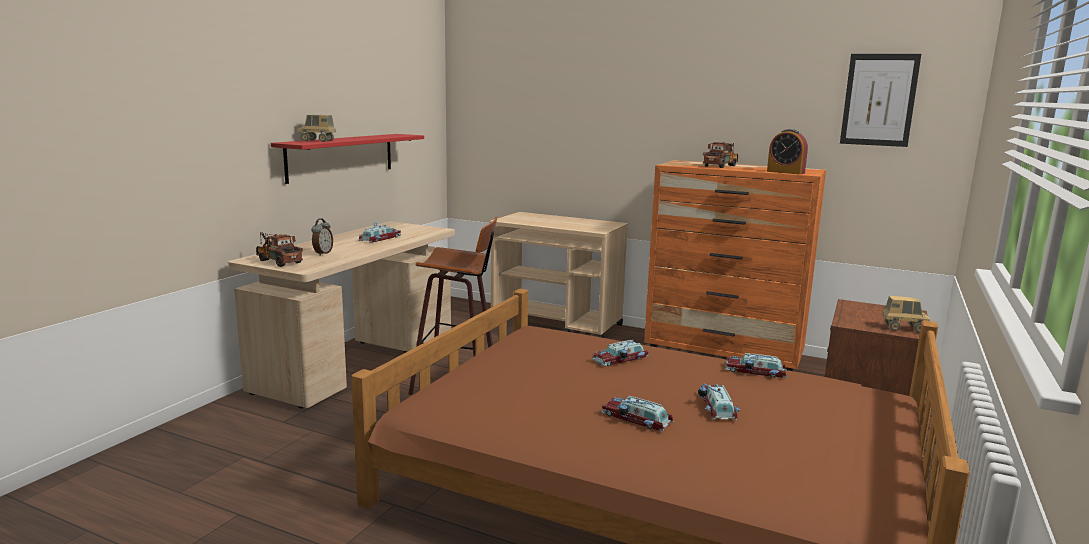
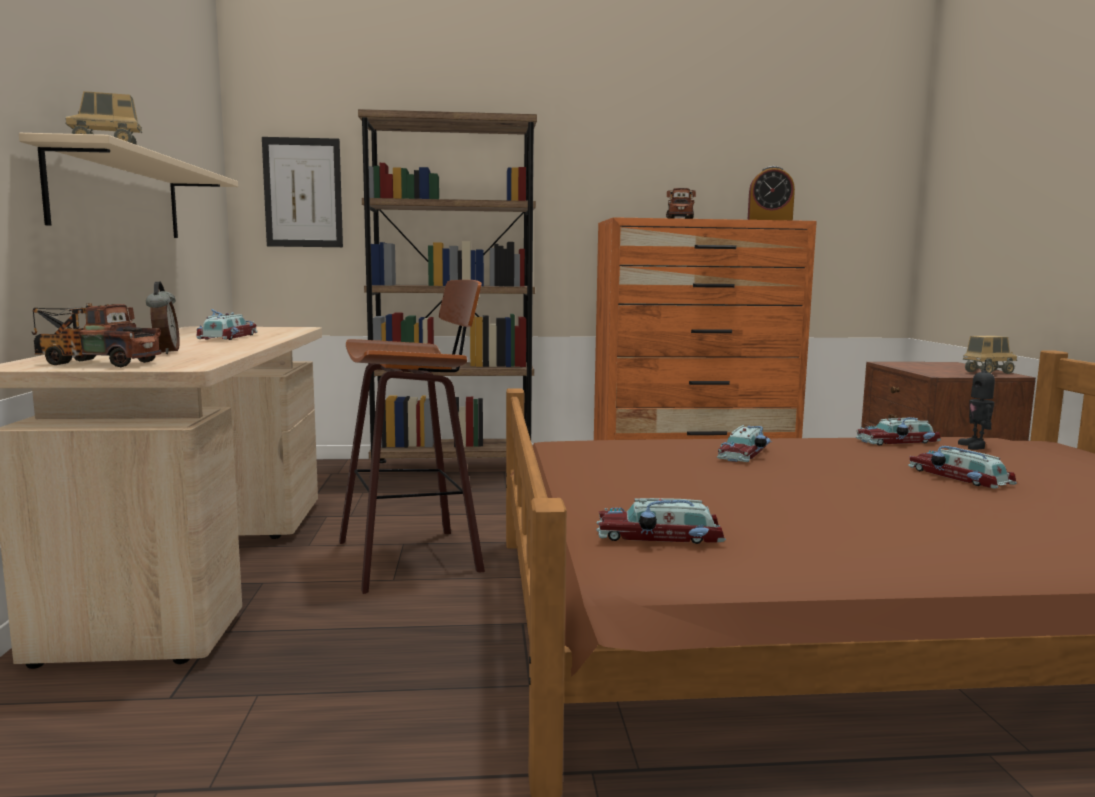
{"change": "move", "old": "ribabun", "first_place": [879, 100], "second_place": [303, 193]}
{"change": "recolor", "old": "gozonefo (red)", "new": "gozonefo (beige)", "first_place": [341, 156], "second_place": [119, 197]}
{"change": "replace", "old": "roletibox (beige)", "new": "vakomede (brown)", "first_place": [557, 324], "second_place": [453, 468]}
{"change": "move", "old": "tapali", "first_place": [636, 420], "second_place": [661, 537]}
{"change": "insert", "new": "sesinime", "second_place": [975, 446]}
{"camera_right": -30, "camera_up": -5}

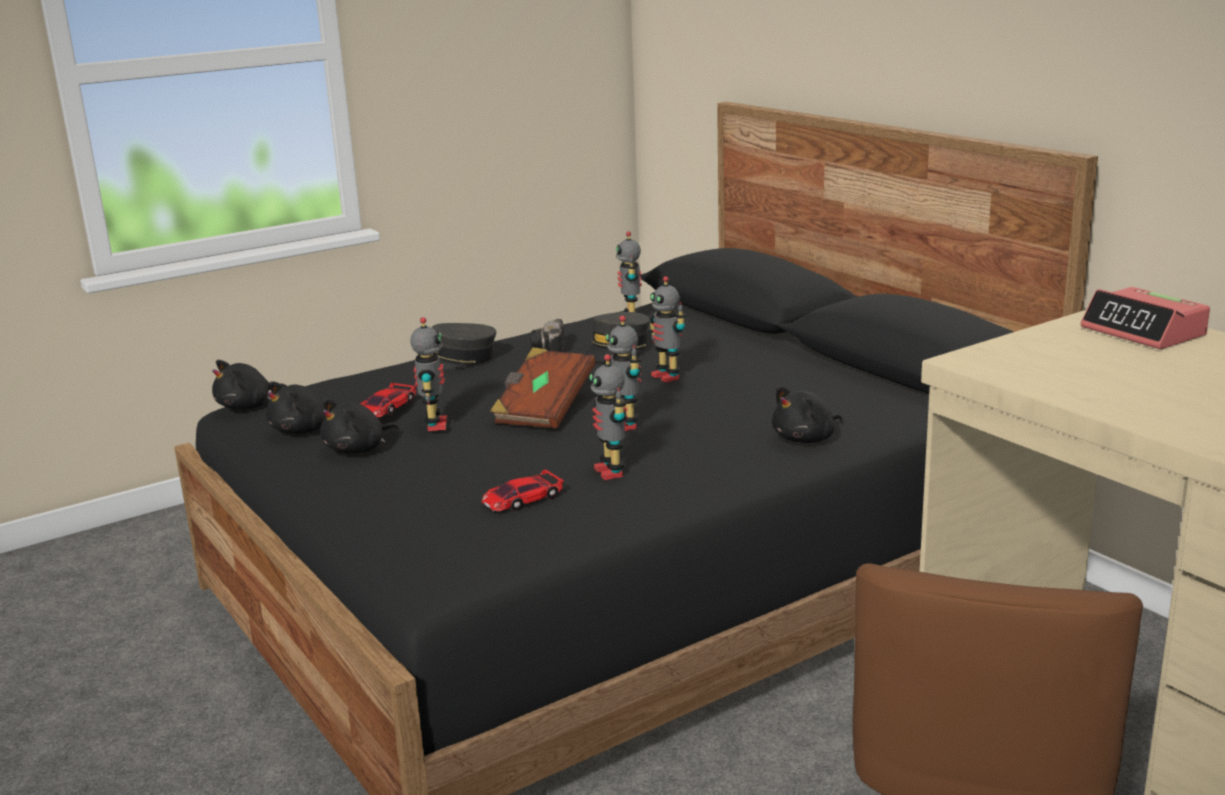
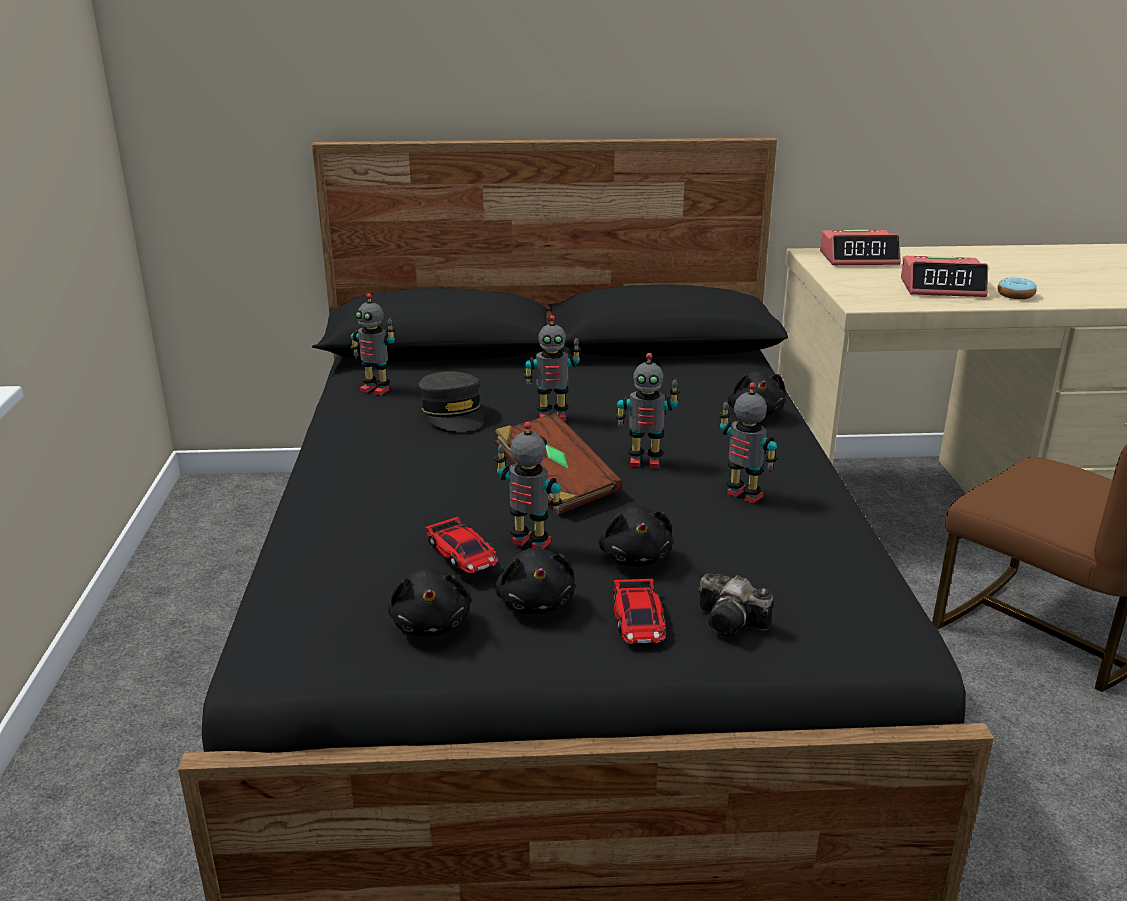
{"change": "move", "old": "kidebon", "first_place": [551, 349], "second_place": [733, 623]}
{"change": "delete", "old": "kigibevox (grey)", "first_place": [458, 360]}
{"change": "rotate", "old": "sesinime", "first_place": [611, 472], "second_place": [743, 496], "degrees": -150}
{"change": "move", "old": "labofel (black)", "first_place": [248, 406], "second_place": [635, 557]}
{"change": "move", "old": "tapali", "first_place": [522, 499], "second_place": [638, 619]}
{"change": "insert", "new": "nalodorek", "second_place": [942, 288]}
{"change": "insert", "new": "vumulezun", "second_place": [1015, 295]}
{"camera_right": -60, "camera_up": 5}

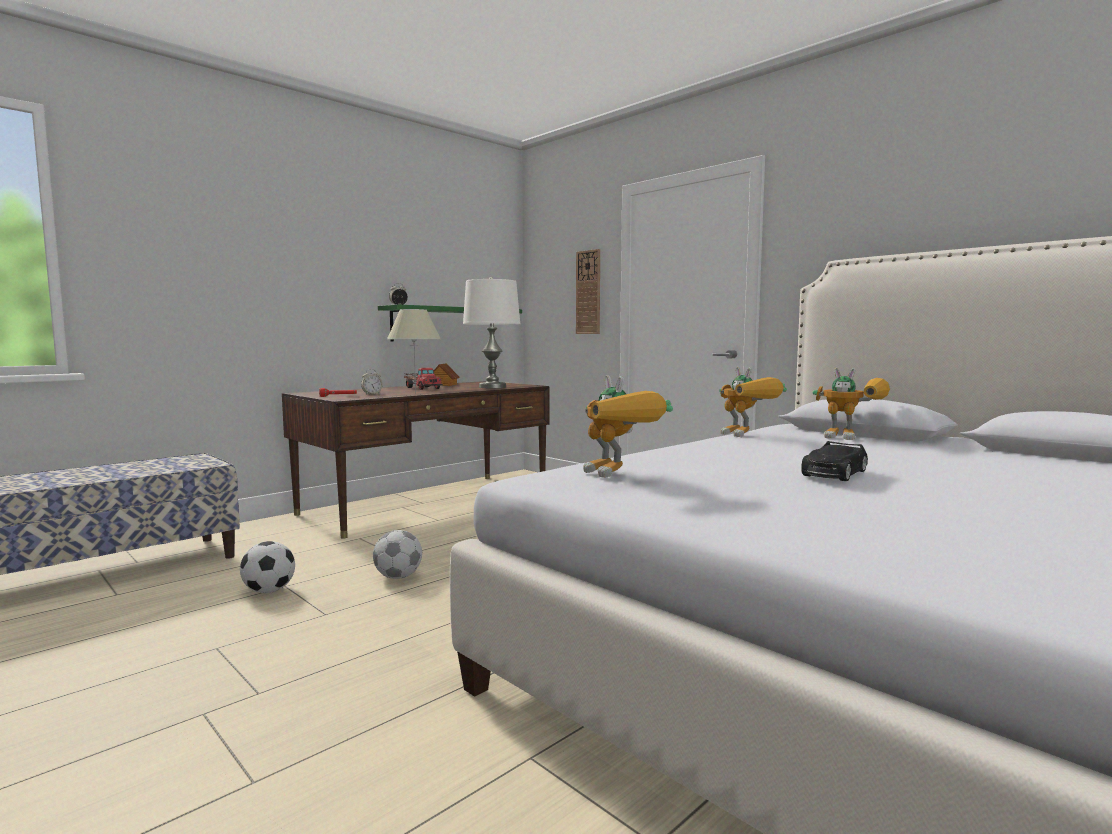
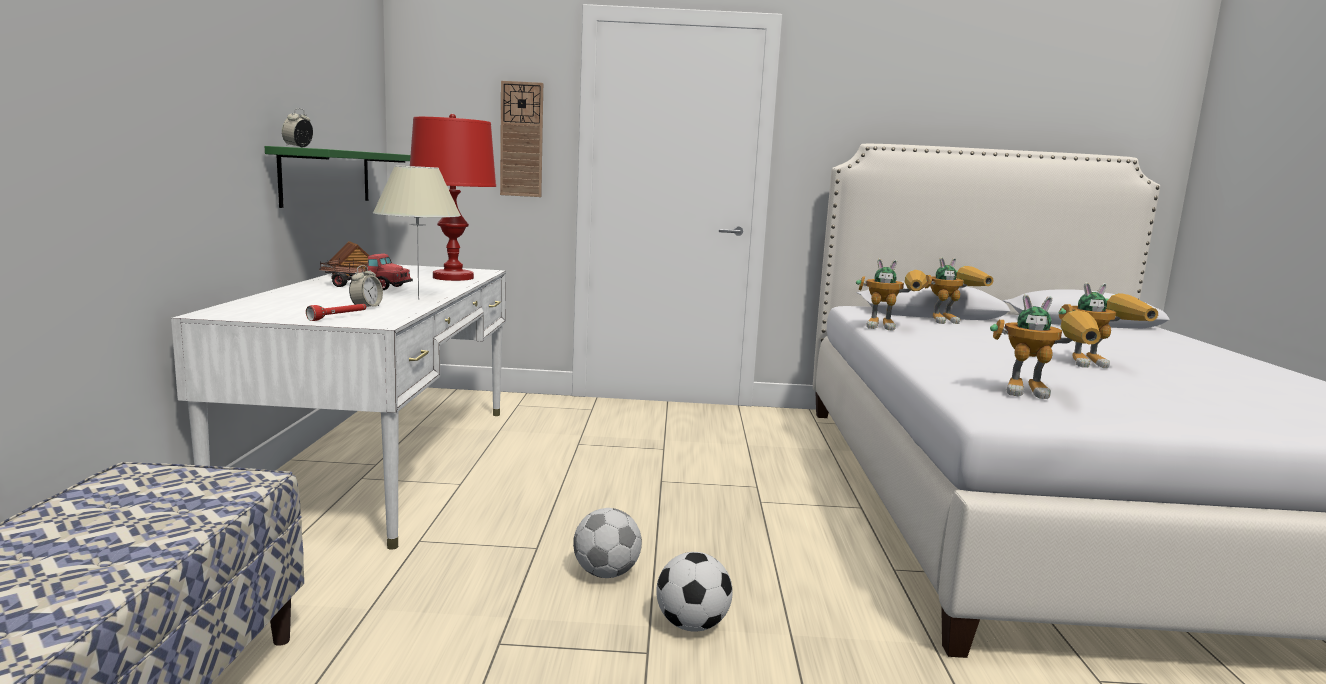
{"change": "recolor", "old": "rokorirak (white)", "new": "rokorirak (red)", "first_place": [492, 387], "second_place": [453, 277]}
{"change": "recolor", "old": "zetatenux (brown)", "new": "zetatenux (white)", "first_place": [427, 503], "second_place": [382, 462]}
{"change": "replace", "old": "tapali (black)", "new": "sesinime", "first_place": [834, 473], "second_place": [1097, 364]}
{"change": "move", "old": "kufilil", "first_place": [269, 591], "second_place": [691, 625]}
{"camera_right": -45, "camera_up": 5}

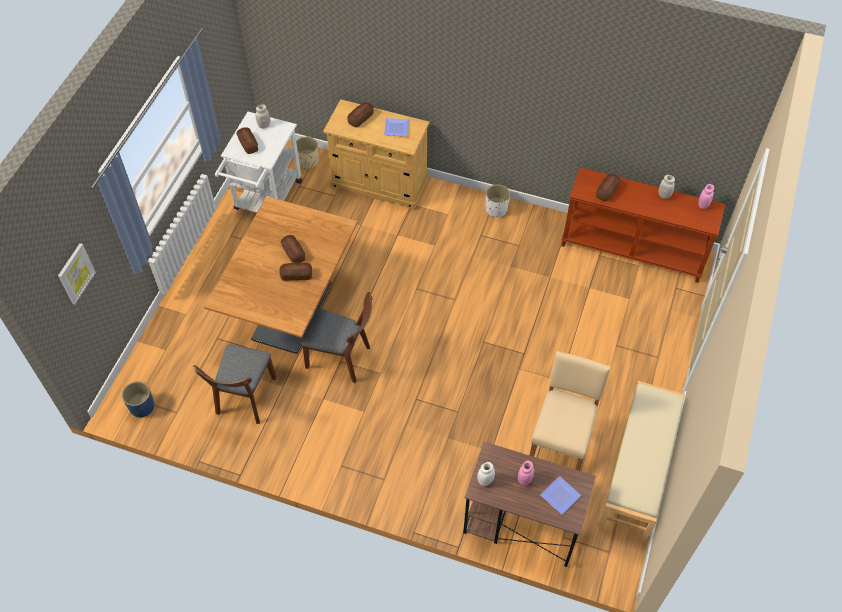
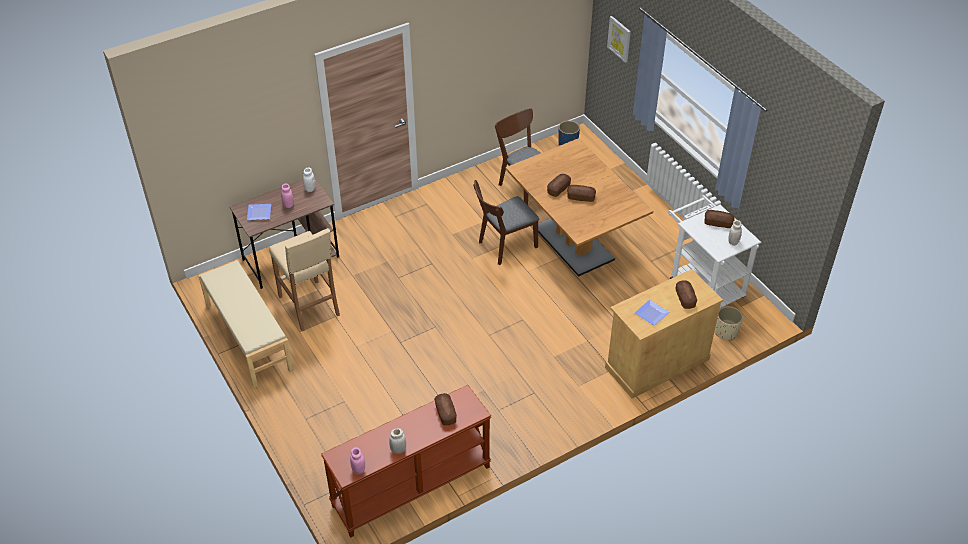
{"change": "delete", "old": "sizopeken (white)", "first_place": [496, 209]}
{"camera_right": 130, "camera_up": -10}

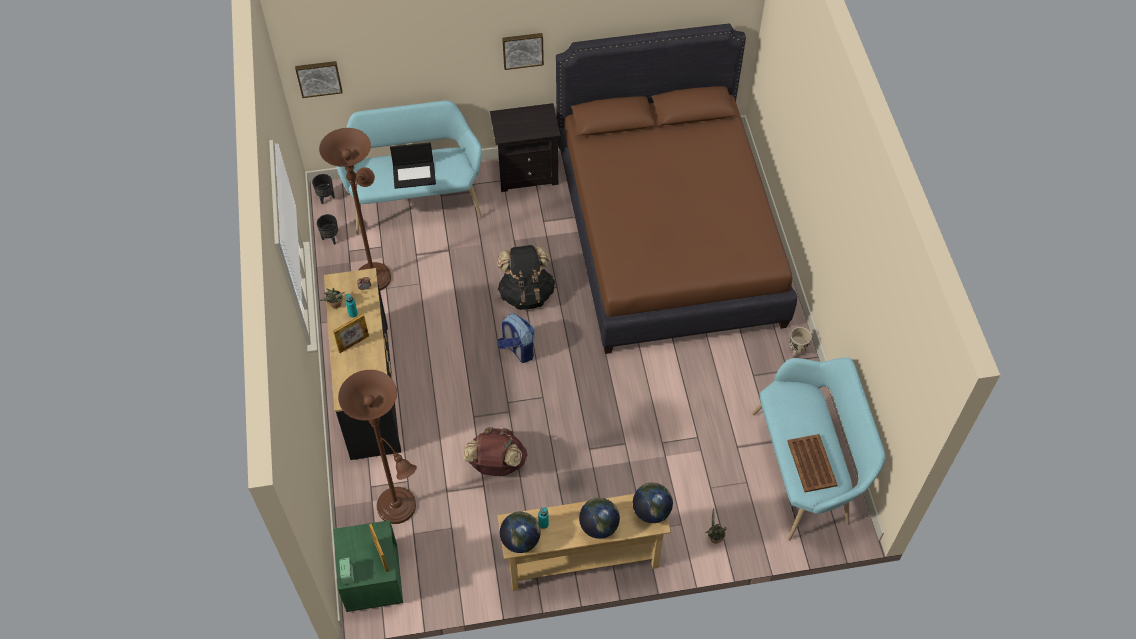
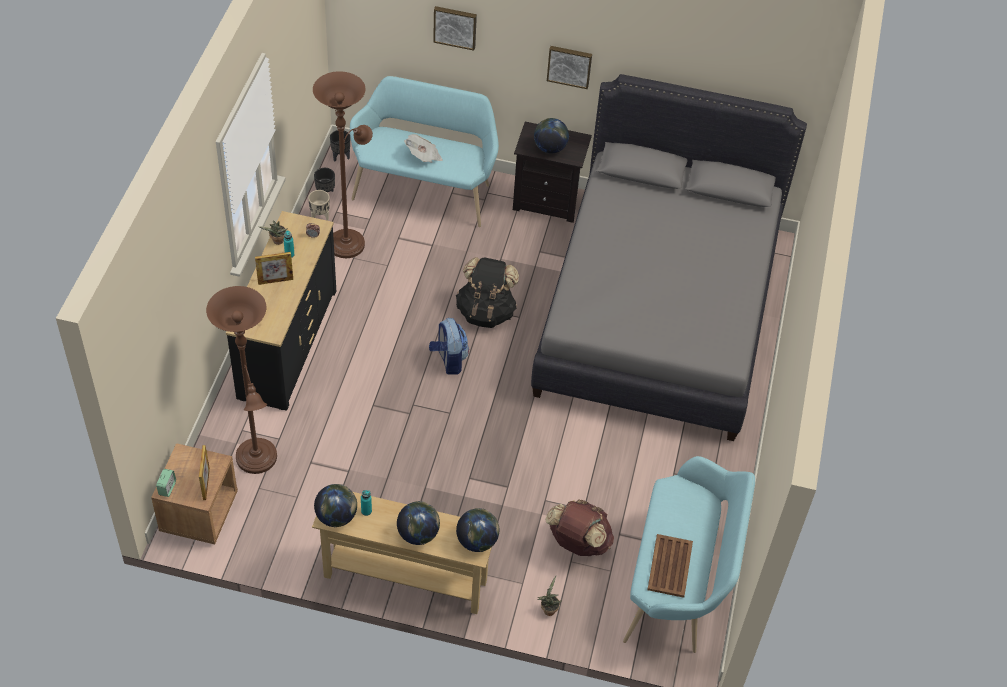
{"change": "recolor", "old": "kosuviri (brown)", "new": "kosuviri (grey)", "first_place": [667, 237], "second_place": [657, 311]}
{"change": "move", "old": "ribabun", "first_place": [319, 78], "second_place": [455, 26]}
{"change": "replace", "old": "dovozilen", "new": "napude", "first_place": [414, 174], "second_place": [423, 156]}
{"change": "move", "old": "sizopeken (beige)", "first_place": [796, 350], "second_place": [320, 216]}
{"change": "move", "old": "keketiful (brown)", "first_place": [496, 464], "second_place": [578, 543]}
{"change": "recolor", "old": "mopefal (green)", "new": "mopefal (brown)", "first_place": [372, 579], "second_place": [199, 512]}
{"change": "insert", "new": "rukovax", "second_place": [550, 148]}
{"camera_right": 20, "camera_up": -5}

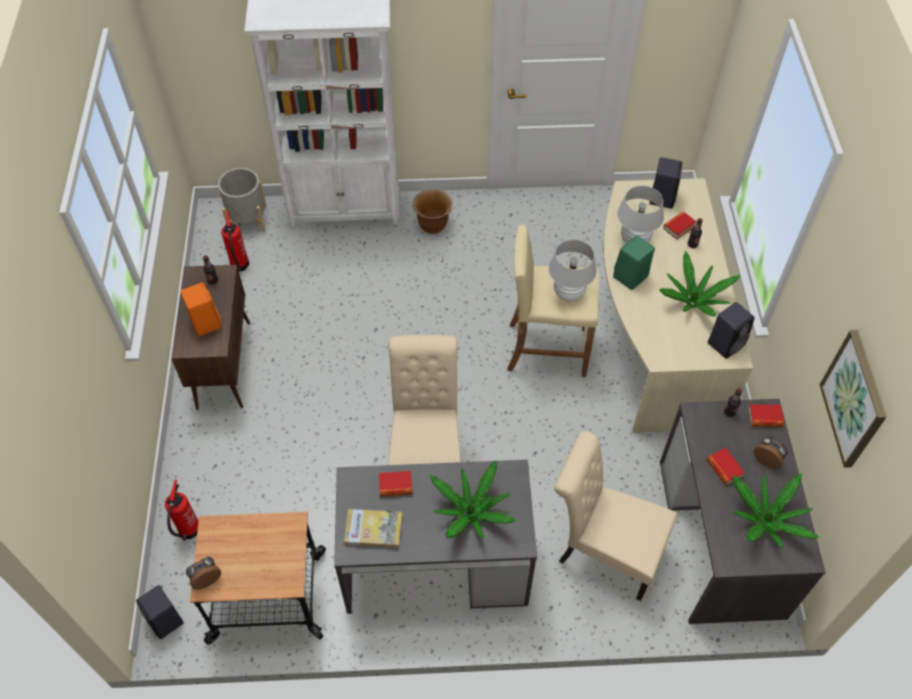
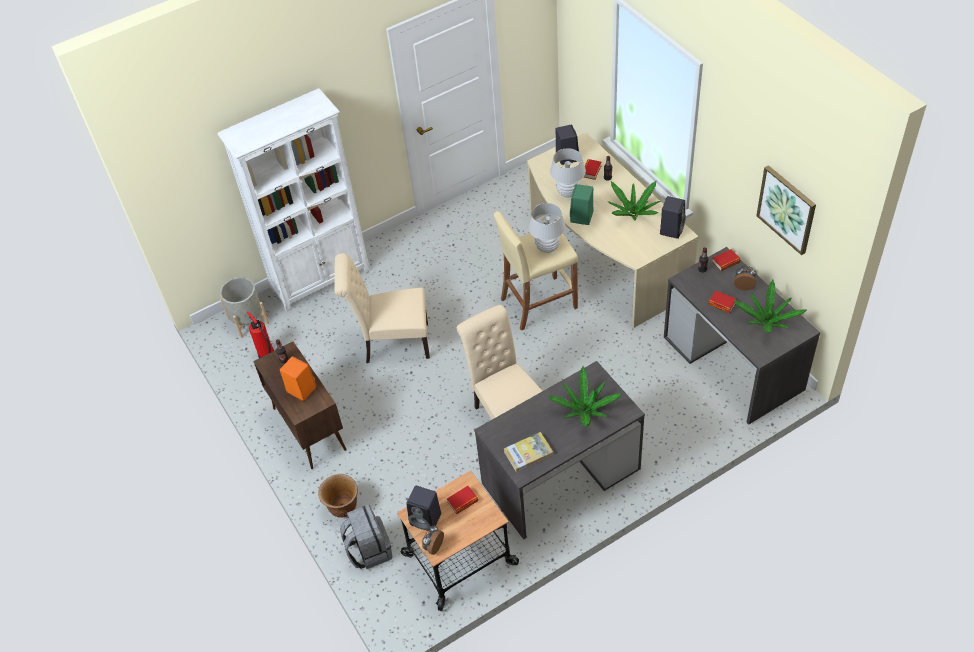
{"change": "move", "old": "sizopeken (brown)", "first_place": [432, 225], "second_place": [343, 507]}
{"change": "move", "old": "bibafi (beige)", "first_place": [603, 551], "second_place": [392, 343]}
{"change": "move", "old": "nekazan", "first_place": [395, 485], "second_place": [462, 501]}
{"change": "replace", "old": "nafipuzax", "new": "keketiful (grey)", "first_place": [188, 531], "second_place": [369, 550]}
{"change": "move", "old": "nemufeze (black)", "first_place": [166, 621], "second_place": [427, 519]}
{"camera_right": -25, "camera_up": -5}

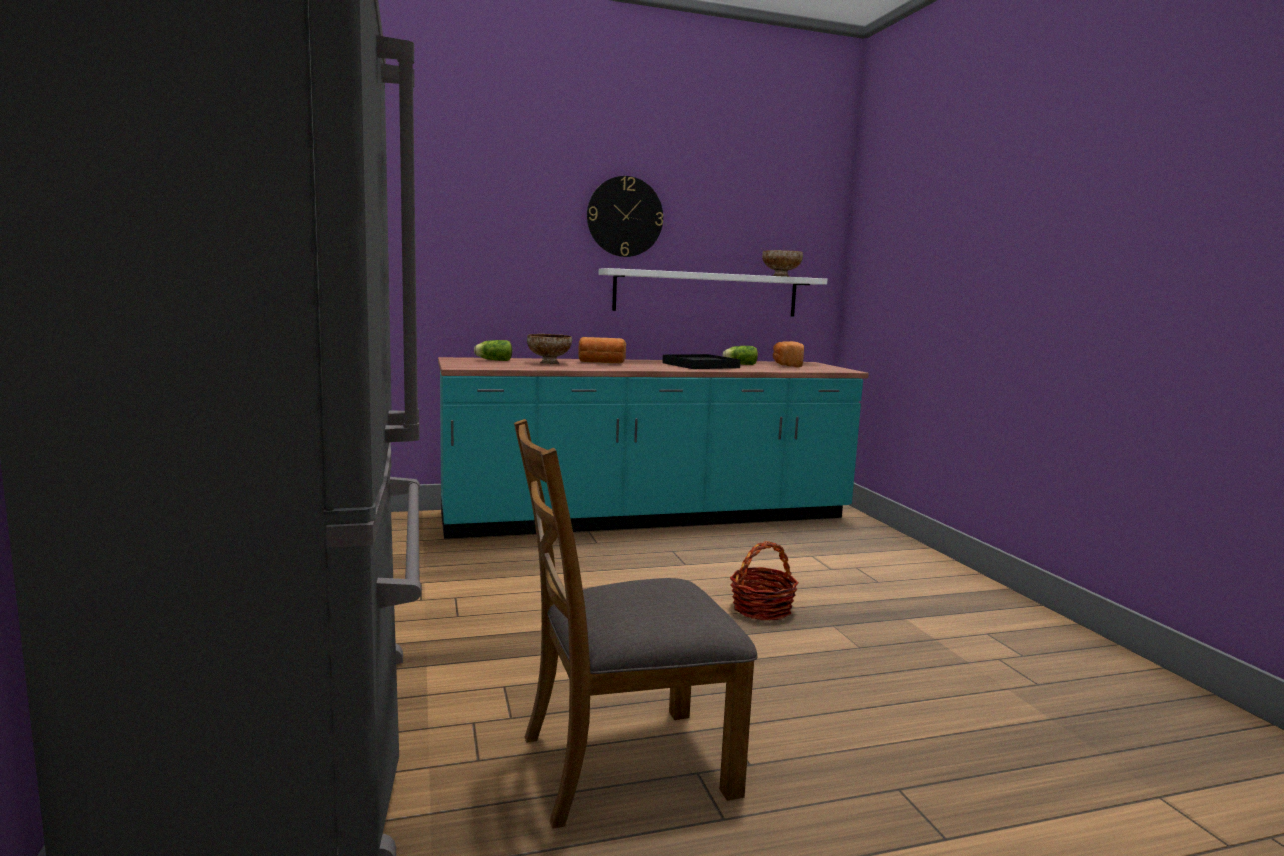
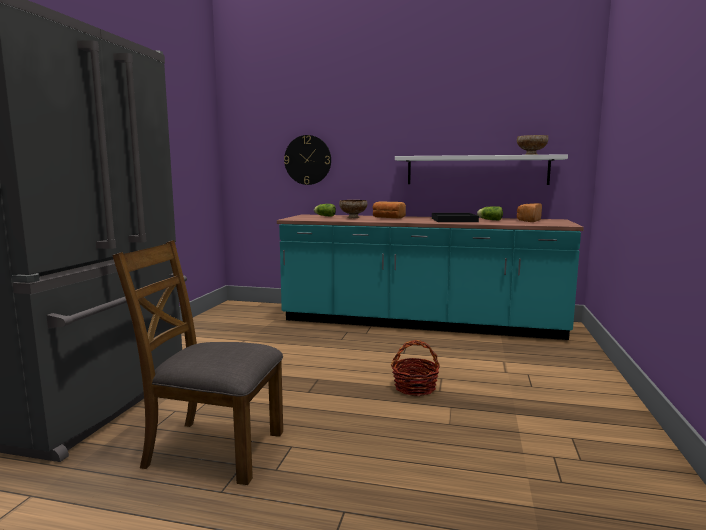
{"change": "move", "old": "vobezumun", "first_place": [625, 216], "second_place": [307, 160]}
{"camera_right": 30, "camera_up": 0}

